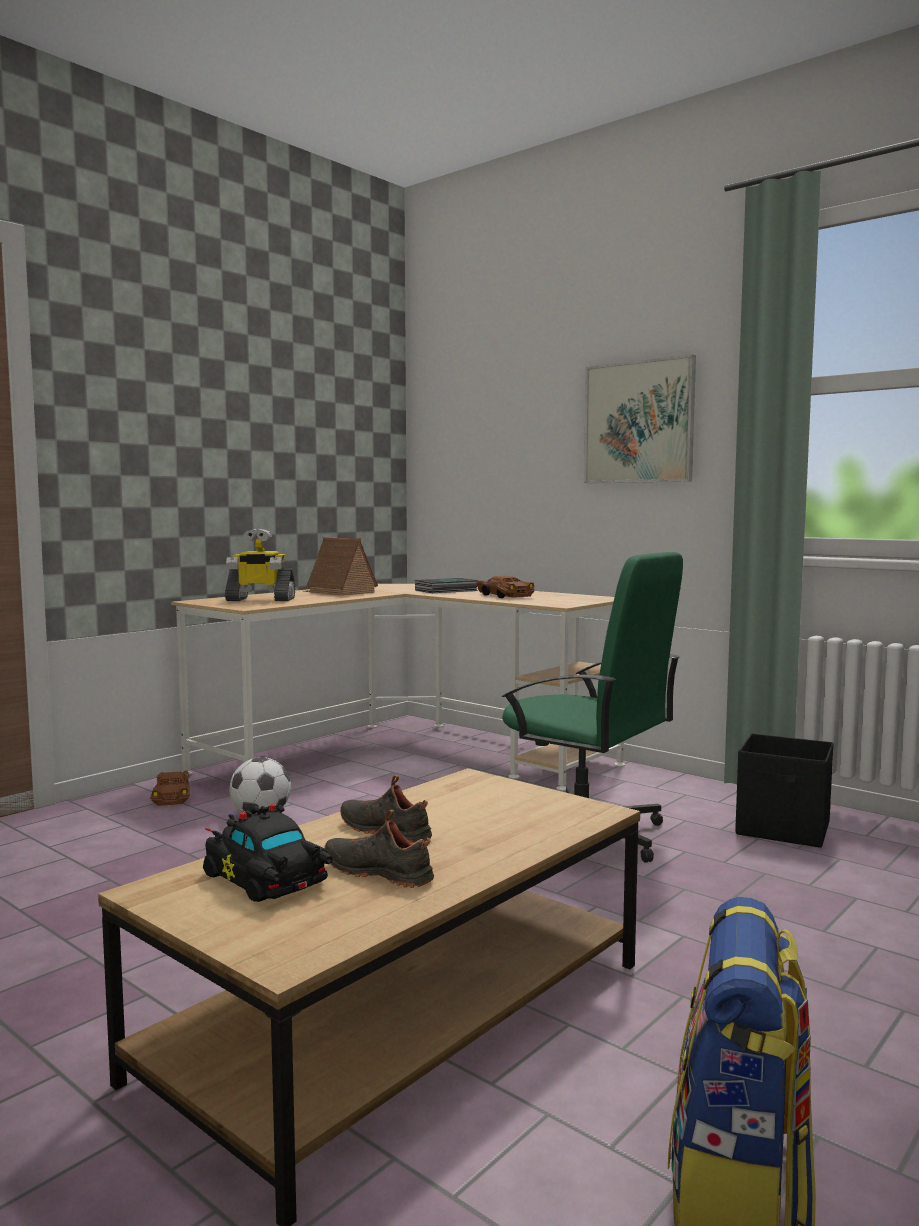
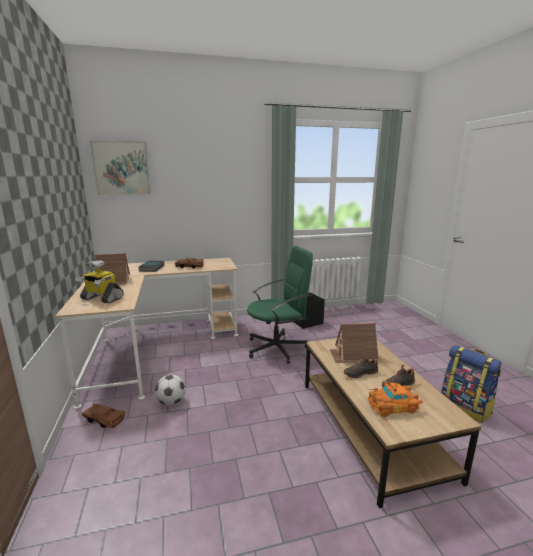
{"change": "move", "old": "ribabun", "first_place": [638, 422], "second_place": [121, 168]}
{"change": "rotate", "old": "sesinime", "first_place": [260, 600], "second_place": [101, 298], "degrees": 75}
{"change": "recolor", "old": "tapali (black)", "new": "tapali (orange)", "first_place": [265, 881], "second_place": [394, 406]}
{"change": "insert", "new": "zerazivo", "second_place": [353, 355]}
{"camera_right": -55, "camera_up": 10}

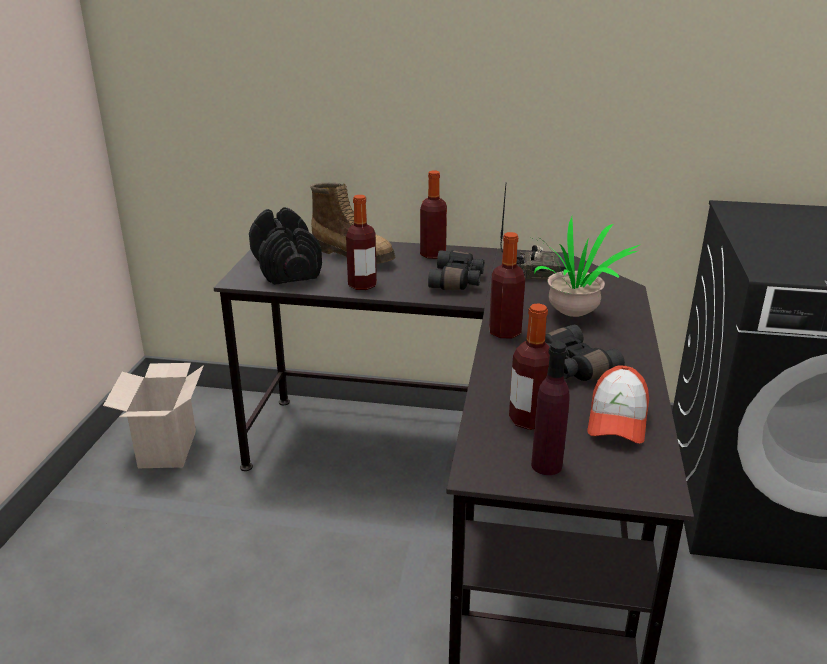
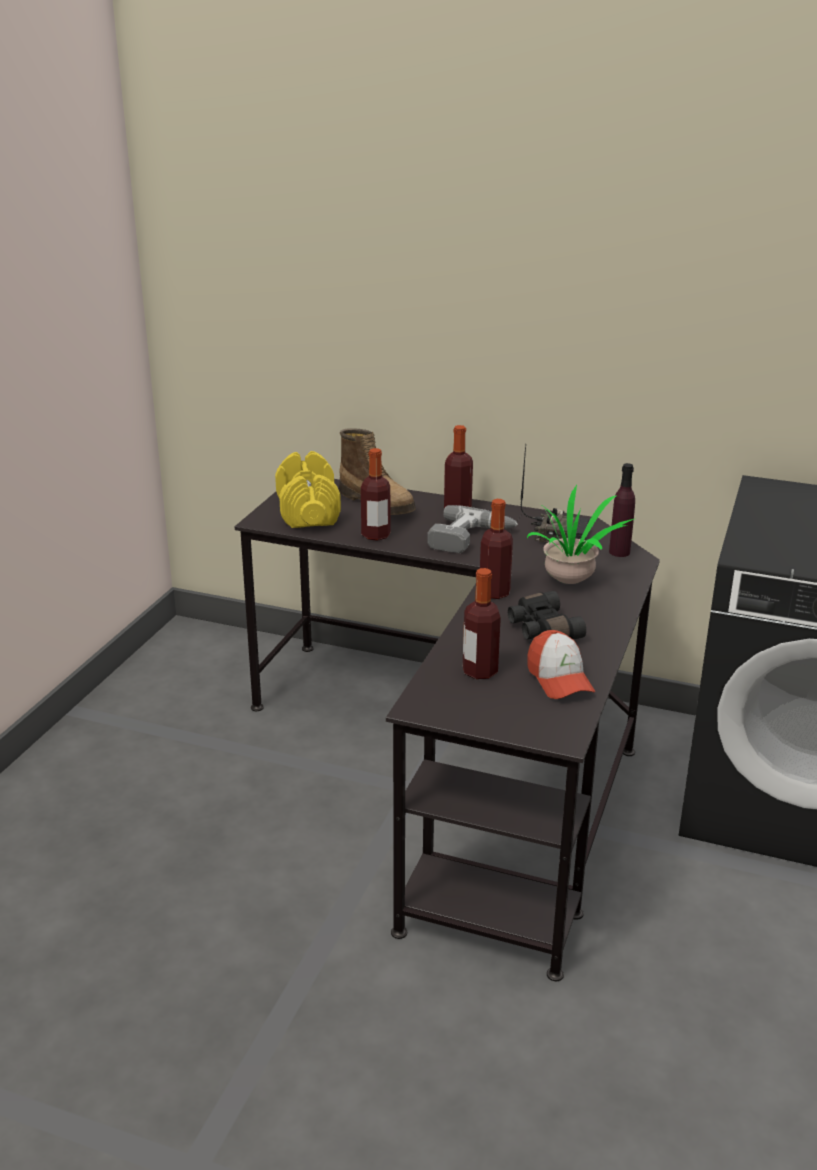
{"change": "recolor", "old": "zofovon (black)", "new": "zofovon (yellow)", "first_place": [286, 267], "second_place": [307, 511]}
{"change": "replace", "old": "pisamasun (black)", "new": "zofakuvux", "first_place": [458, 281], "second_place": [471, 538]}
{"change": "move", "old": "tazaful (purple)", "first_place": [546, 465], "second_place": [619, 552]}
{"change": "delete", "old": "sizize", "first_place": [166, 448]}
{"change": "rotate", "old": "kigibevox", "first_place": [617, 420], "second_place": [559, 679], "degrees": -45}
{"camera_right": 10, "camera_up": 0}

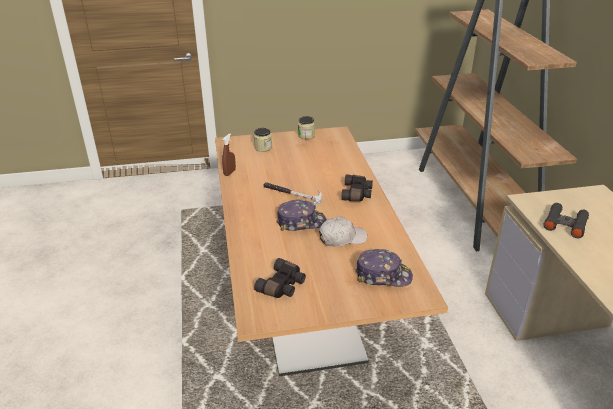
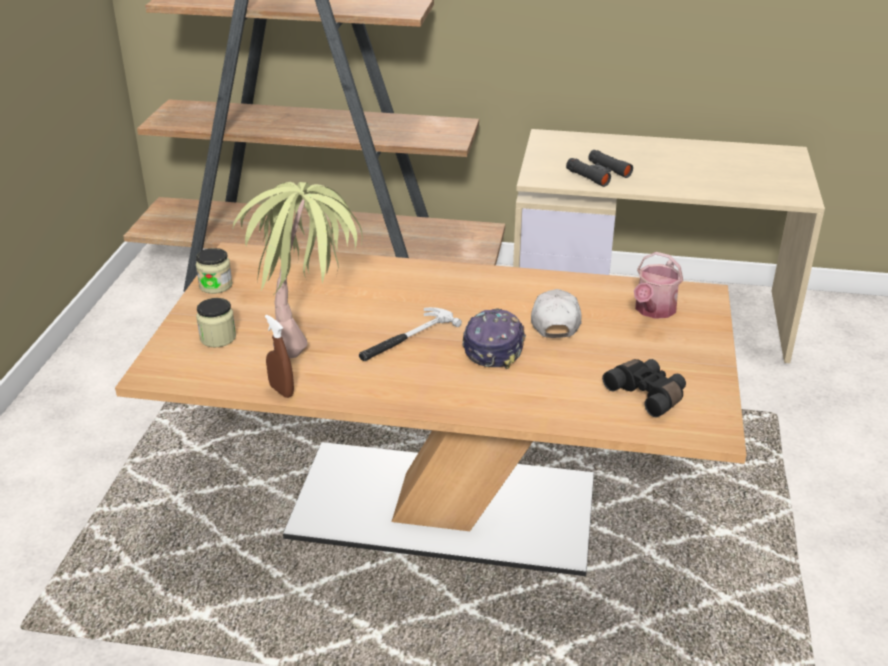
{"change": "delete", "old": "pisamasun (black)", "first_place": [357, 194]}
{"change": "replace", "old": "kigibevox", "new": "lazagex", "first_place": [383, 275], "second_place": [653, 310]}
{"change": "insert", "new": "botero", "second_place": [308, 333]}
{"camera_right": -70, "camera_up": 0}

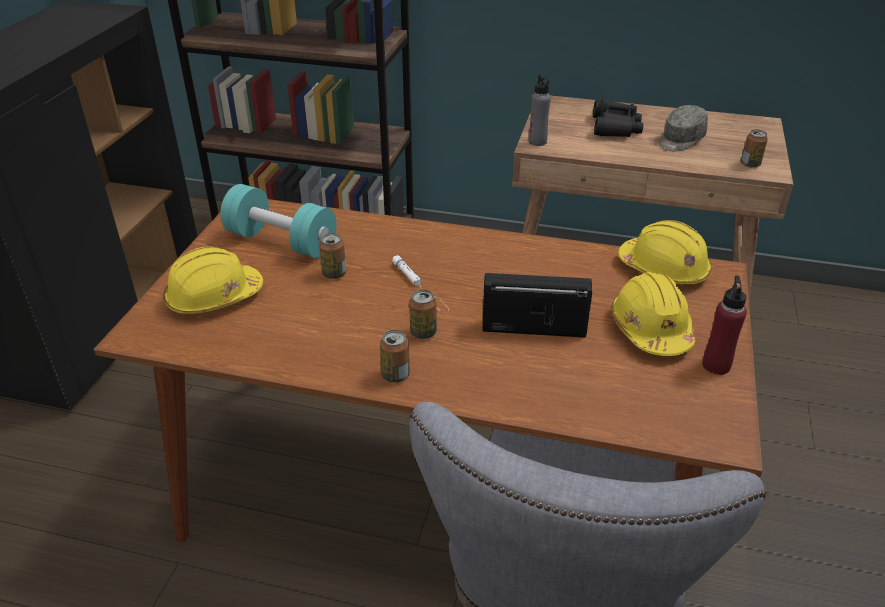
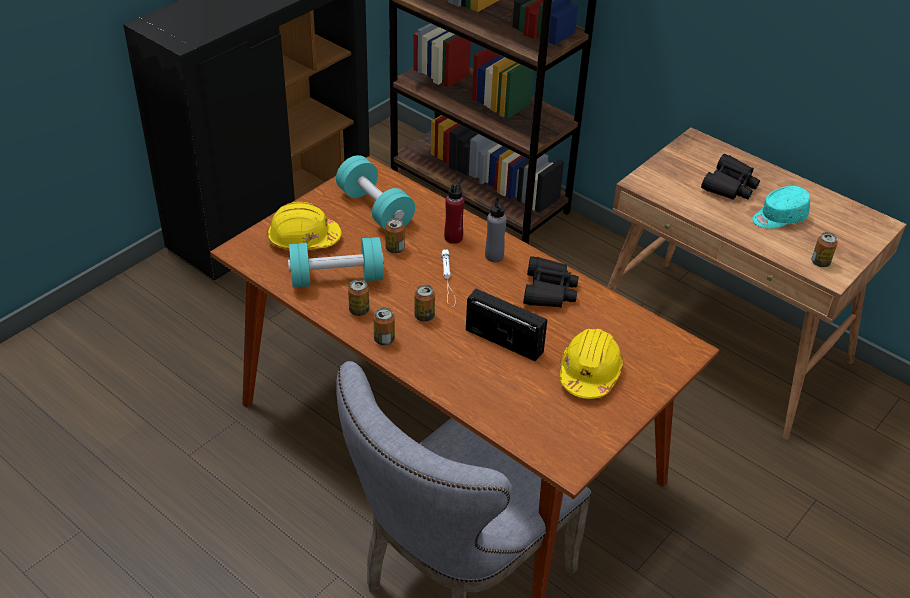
{"change": "move", "old": "tazaful (grey)", "first_place": [537, 142], "second_place": [494, 256]}
{"change": "recolor", "old": "kigibevox (grey)", "new": "kigibevox (turquoise)", "first_place": [680, 140], "second_place": [778, 217]}
{"change": "delete", "old": "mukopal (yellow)", "first_place": [664, 269]}
{"change": "move", "old": "tazaful (red)", "first_place": [716, 365], "second_place": [453, 238]}
{"change": "insert", "new": "zofovon (turquoise)", "second_place": [336, 278]}
{"change": "insert", "new": "pisamasun (black)", "second_place": [549, 291]}
{"change": "insert", "new": "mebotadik", "second_place": [359, 310]}
{"camera_right": 25, "camera_up": 5}

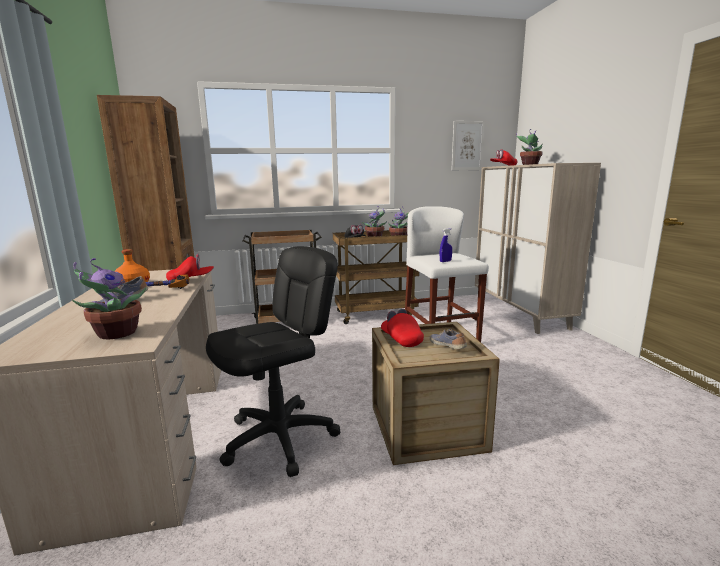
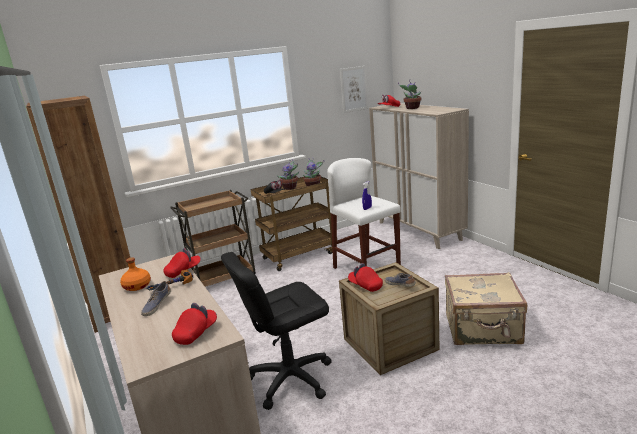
{"change": "rotate", "old": "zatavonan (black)", "first_place": [280, 438], "second_place": [290, 379], "degrees": -150}
{"change": "replace", "old": "botero", "new": "kigibevox (red)", "first_place": [114, 334], "second_place": [196, 333]}
{"change": "insert", "new": "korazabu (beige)", "second_place": [483, 330]}
{"camera_right": -15, "camera_up": 5}

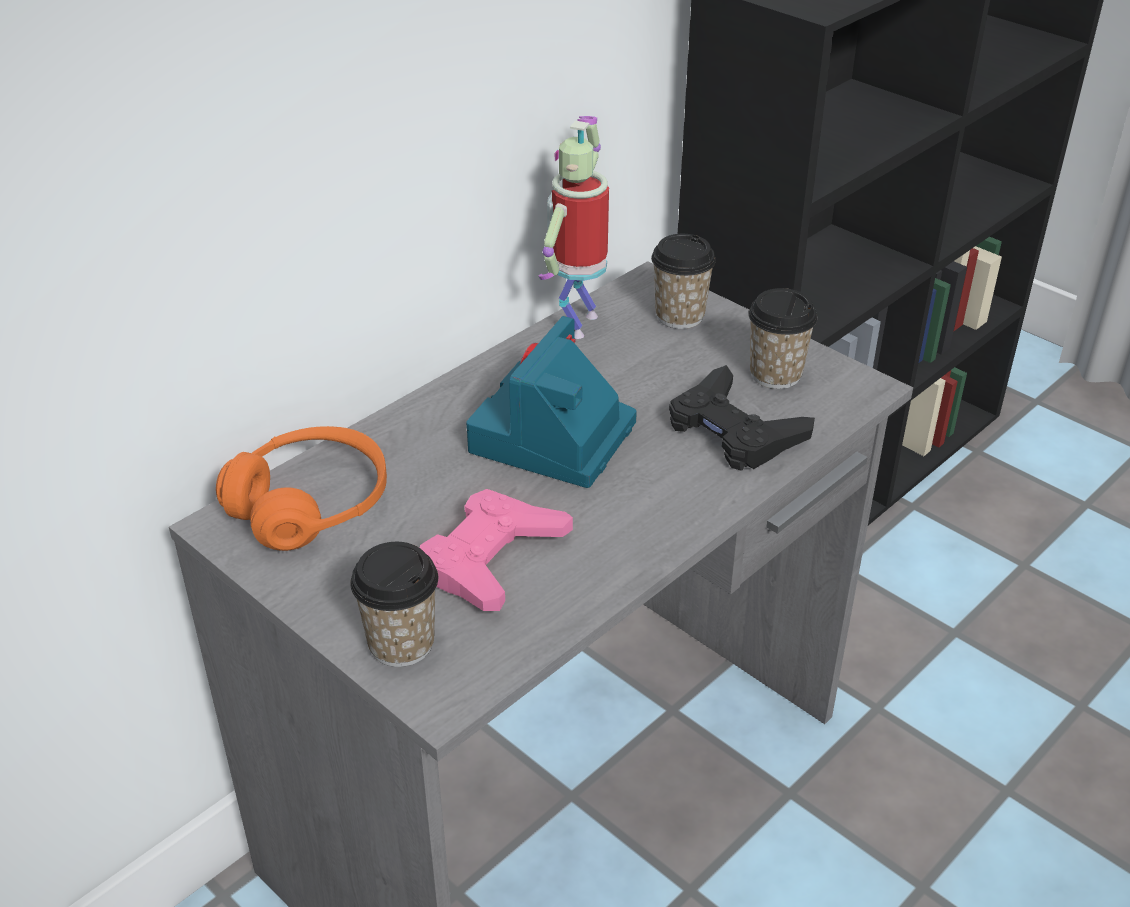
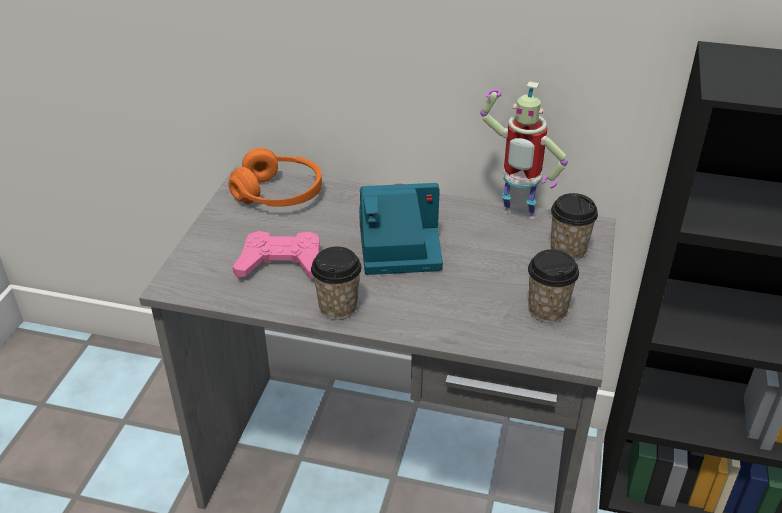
{"change": "rotate", "old": "sesinime", "first_place": [578, 323], "second_place": [516, 216], "degrees": -150}
{"change": "delete", "old": "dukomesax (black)", "first_place": [734, 431]}
{"change": "move", "old": "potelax", "first_place": [401, 643], "second_place": [338, 307]}
{"camera_right": 60, "camera_up": 0}

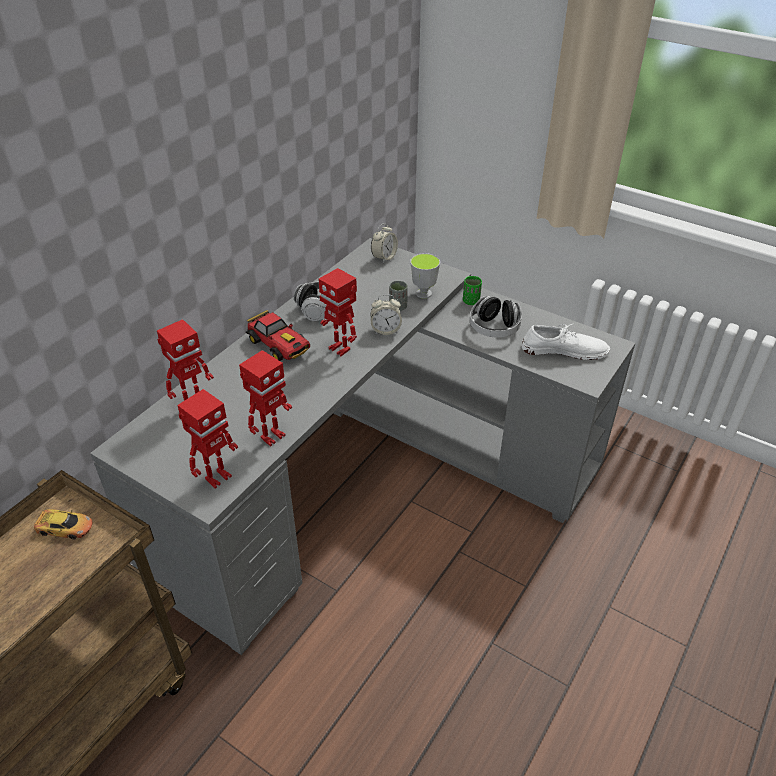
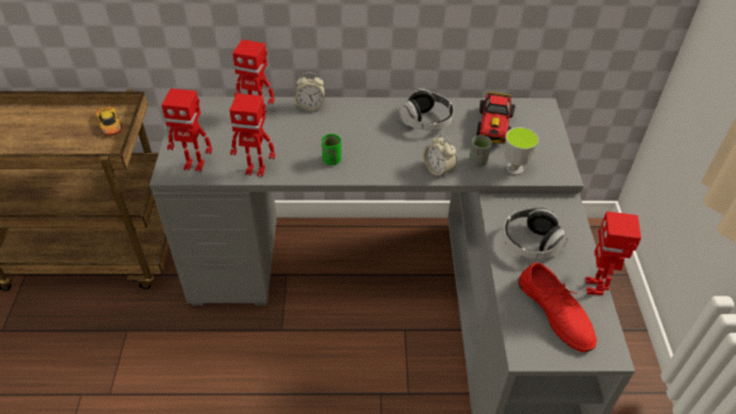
{"change": "move", "old": "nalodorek", "first_place": [384, 257], "second_place": [310, 106]}
{"change": "move", "old": "sesinime", "first_place": [340, 348], "second_place": [595, 287]}
{"change": "move", "old": "potelax (green)", "first_place": [471, 301], "second_place": [332, 160]}
{"change": "move", "old": "tapali", "first_place": [279, 346], "second_place": [493, 127]}
{"change": "recolor", "old": "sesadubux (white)", "new": "sesadubux (red)", "first_place": [564, 349], "second_place": [556, 311]}
{"camera_right": 55, "camera_up": 5}

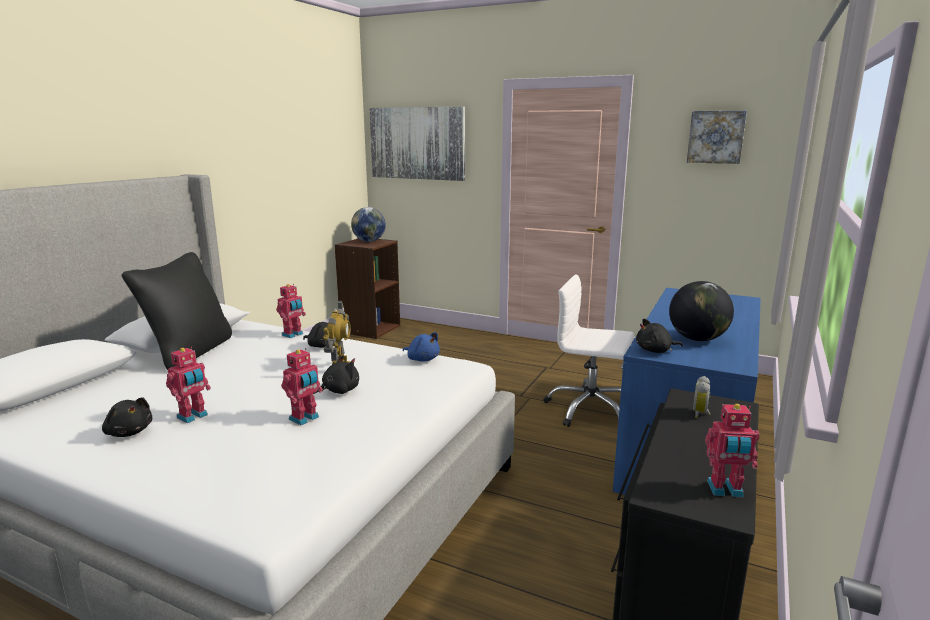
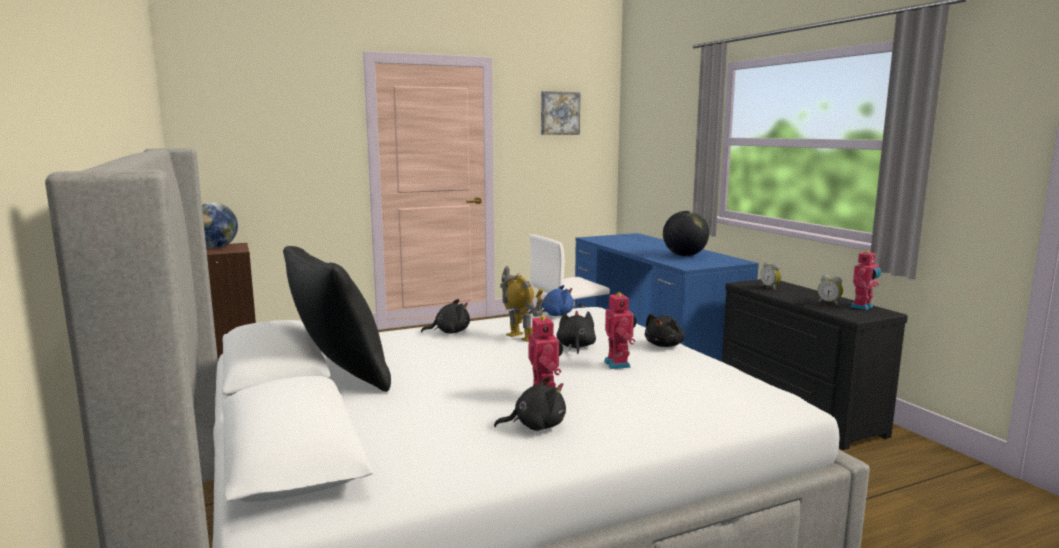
{"change": "delete", "old": "ribabun", "first_place": [417, 143]}
{"change": "delete", "old": "sesinime", "first_place": [293, 335]}
{"change": "move", "old": "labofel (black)", "first_place": [655, 351], "second_place": [664, 345]}
{"change": "insert", "new": "nalodorek", "second_place": [829, 303]}
{"camera_right": -50, "camera_up": -5}

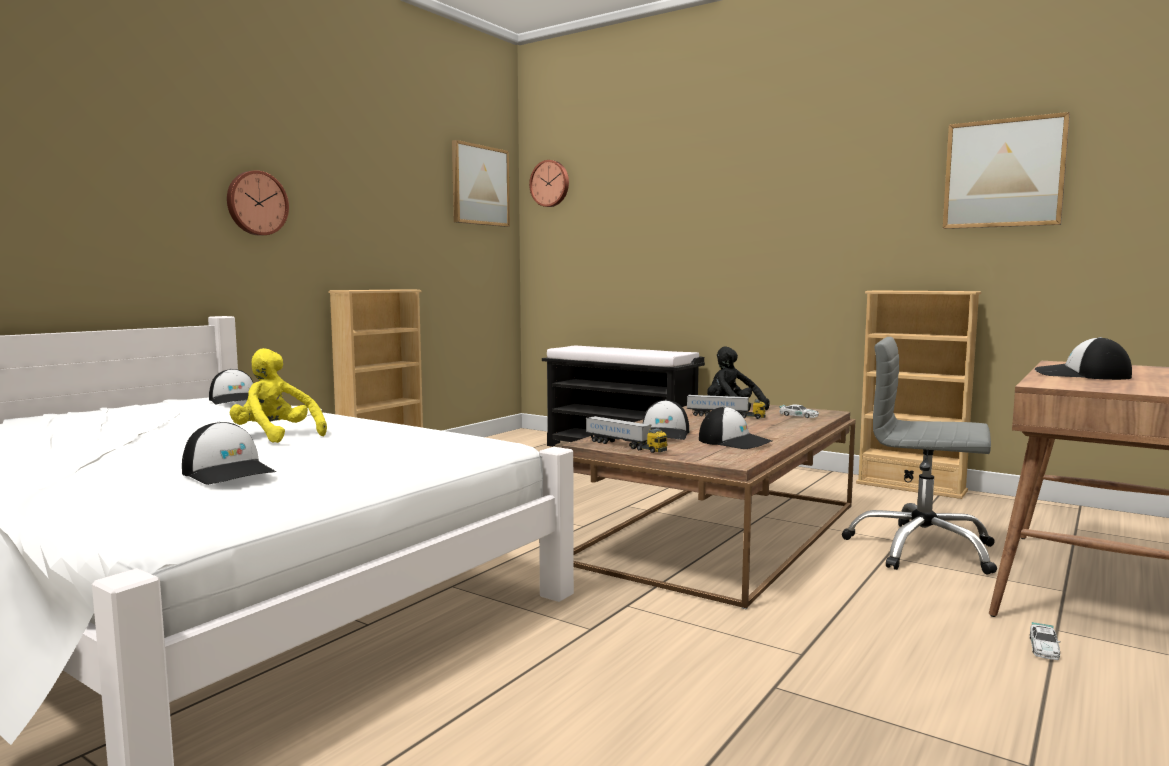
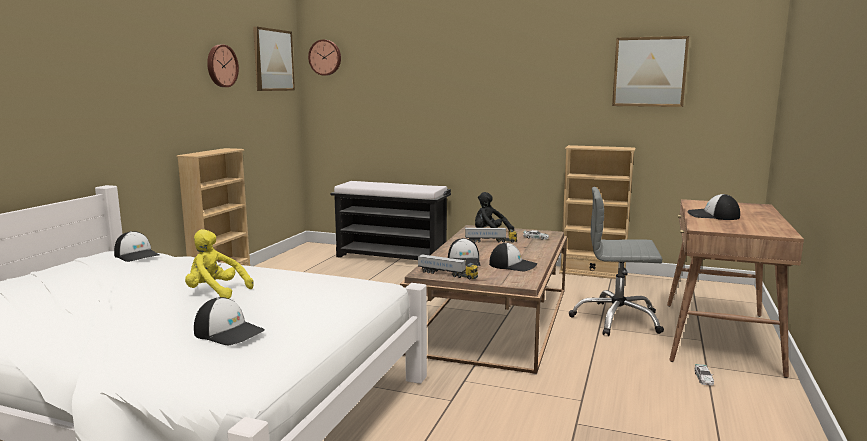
{"change": "move", "old": "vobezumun", "first_place": [256, 203], "second_place": [221, 66]}
{"camera_right": -15, "camera_up": 5}

